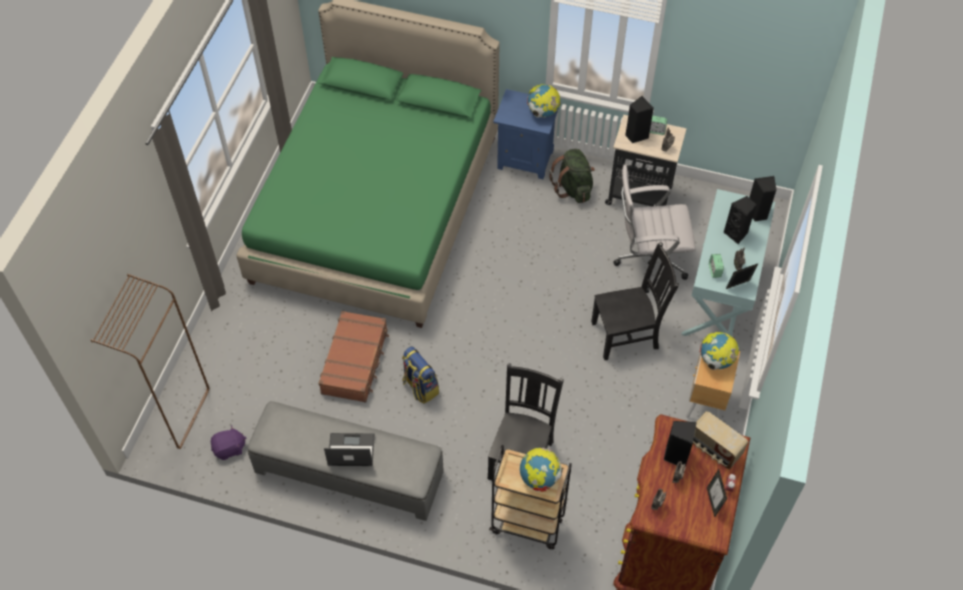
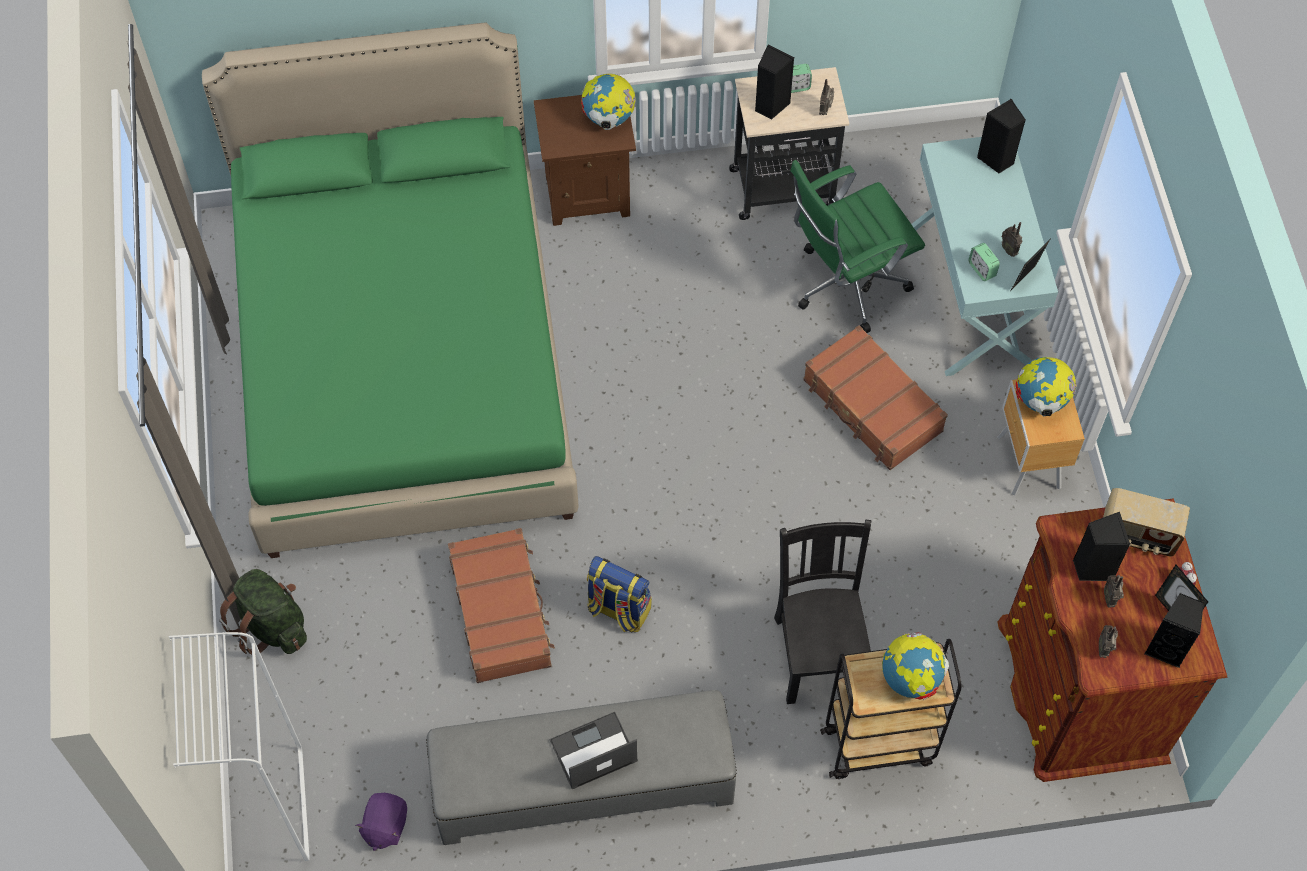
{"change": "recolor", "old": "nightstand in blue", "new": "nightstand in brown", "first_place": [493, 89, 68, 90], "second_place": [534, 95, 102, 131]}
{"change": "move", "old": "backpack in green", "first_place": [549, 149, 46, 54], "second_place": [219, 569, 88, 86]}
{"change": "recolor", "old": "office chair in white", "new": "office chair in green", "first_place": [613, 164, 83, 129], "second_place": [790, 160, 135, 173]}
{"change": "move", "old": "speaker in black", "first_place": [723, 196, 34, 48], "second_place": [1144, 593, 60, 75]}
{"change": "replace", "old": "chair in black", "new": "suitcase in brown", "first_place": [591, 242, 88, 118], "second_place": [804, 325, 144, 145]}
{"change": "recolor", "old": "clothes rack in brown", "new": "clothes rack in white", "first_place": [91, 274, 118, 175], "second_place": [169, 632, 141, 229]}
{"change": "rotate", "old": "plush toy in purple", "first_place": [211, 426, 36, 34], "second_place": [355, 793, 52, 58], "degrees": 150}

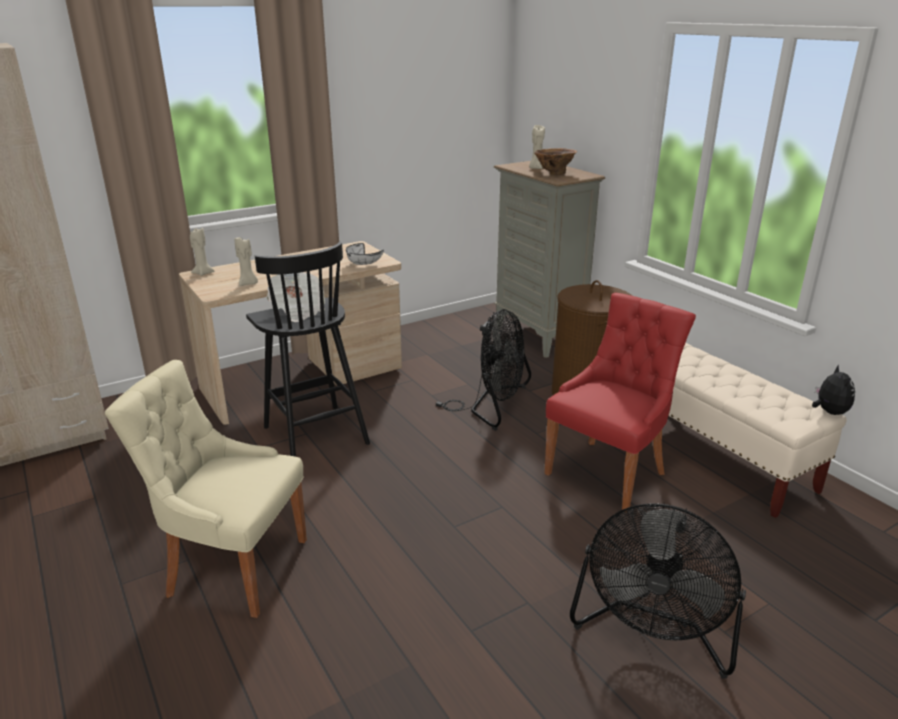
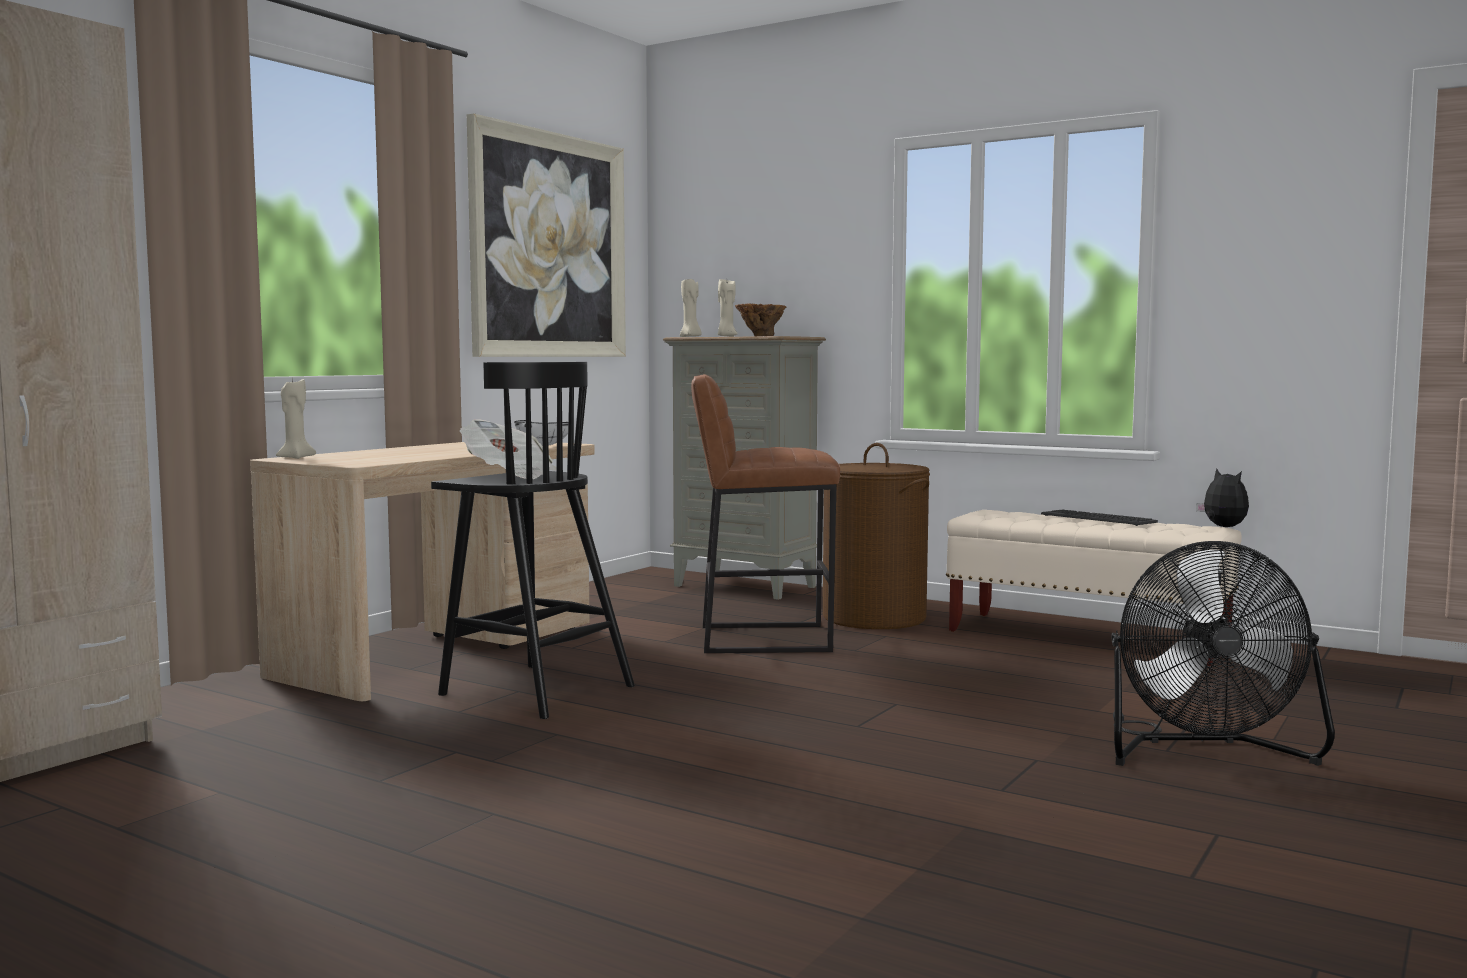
{"change": "move", "old": "candle in beige", "first_place": [234, 237, 24, 49], "second_place": [680, 279, 22, 58]}
{"change": "delete", "old": "chair in red", "first_place": [545, 292, 151, 221]}
{"change": "replace", "old": "fan in black", "new": "stool in brown", "first_place": [435, 309, 96, 122], "second_place": [691, 374, 149, 279]}
{"change": "delete", "old": "chair in beige", "first_place": [105, 360, 202, 258]}
{"change": "insert", "new": "picture", "second_place": [467, 113, 159, 244]}
{"change": "insert", "new": "keyboard", "second_place": [1041, 510, 117, 16]}

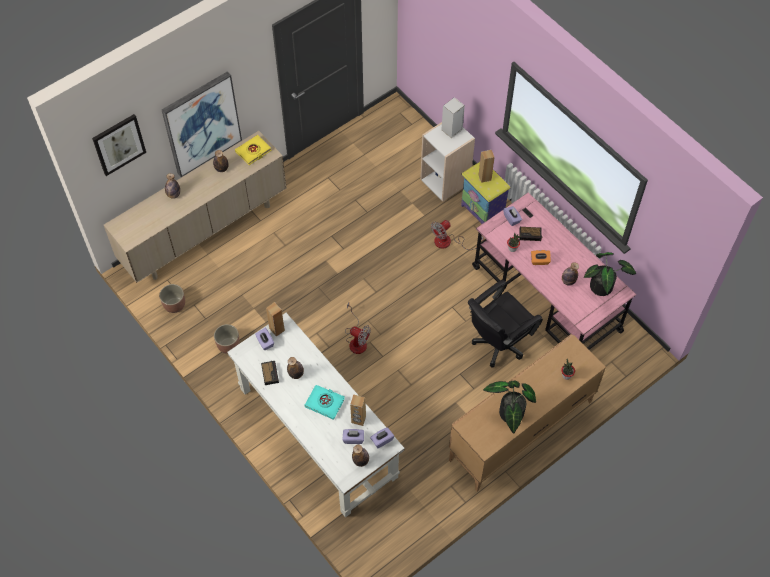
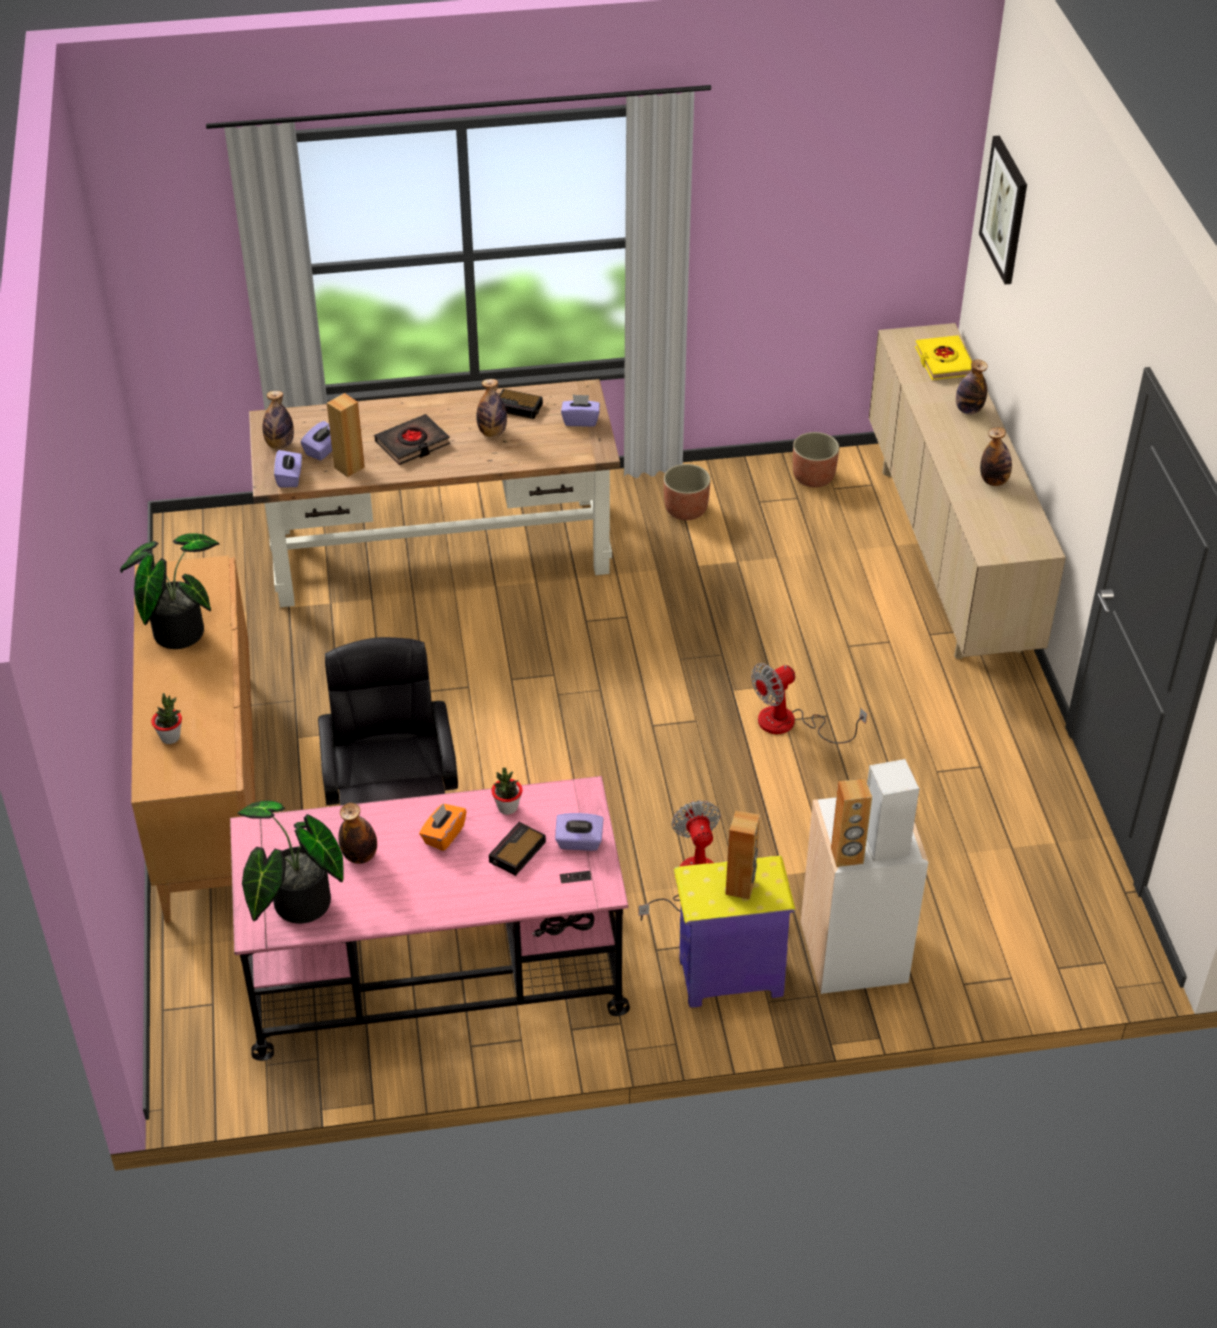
{"change": "delete", "old": "picture", "first_place": [162, 71, 80, 106]}
{"change": "move", "old": "book in yellow", "first_place": [235, 135, 36, 30], "second_place": [915, 335, 57, 45]}
{"change": "move", "old": "speaker in brown", "first_place": [266, 302, 19, 34], "second_place": [831, 778, 41, 89]}
{"change": "move", "old": "fan", "first_place": [345, 302, 26, 52], "second_place": [751, 663, 116, 81]}
{"change": "recolor", "old": "desk in white", "new": "desk in brown", "first_place": [227, 313, 178, 205], "second_place": [249, 379, 371, 228]}
{"change": "recolor", "old": "book in turquoise", "new": "book in black", "first_place": [305, 385, 40, 35], "second_place": [374, 414, 76, 51]}

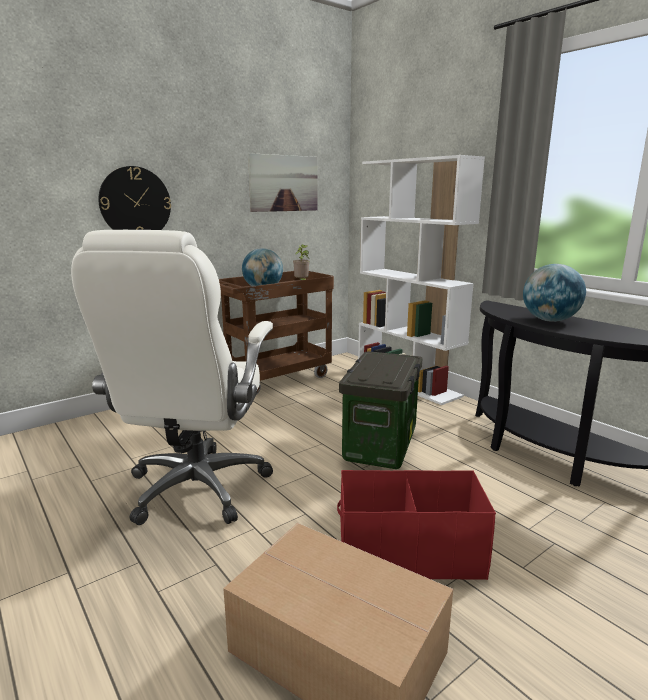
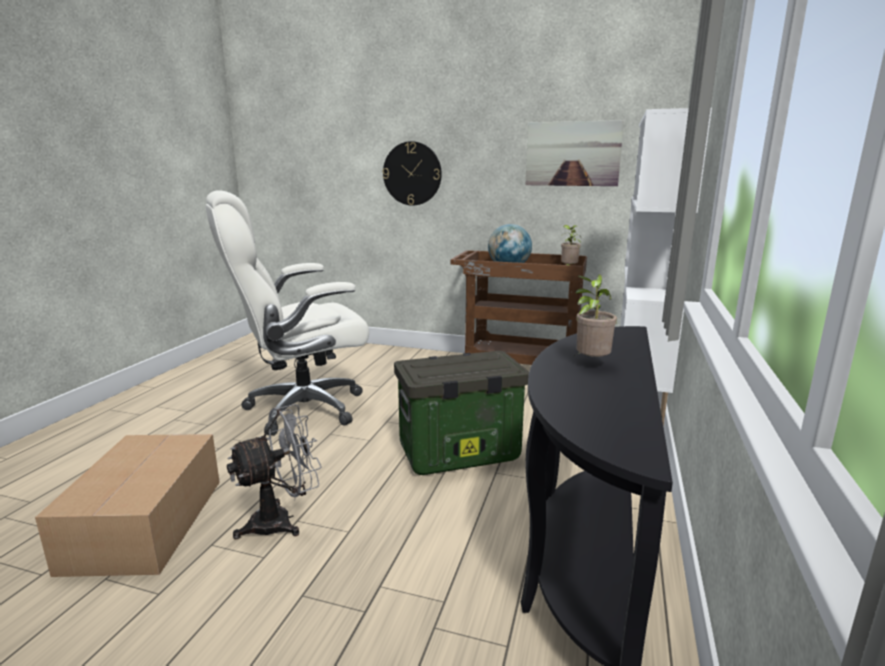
{"change": "replace", "old": "globe", "new": "potted plant", "first_place": [523, 264, 63, 58], "second_place": [573, 274, 44, 83]}
{"change": "replace", "old": "storage box in red", "new": "fan in grey", "first_place": [337, 470, 159, 110], "second_place": [227, 404, 94, 135]}

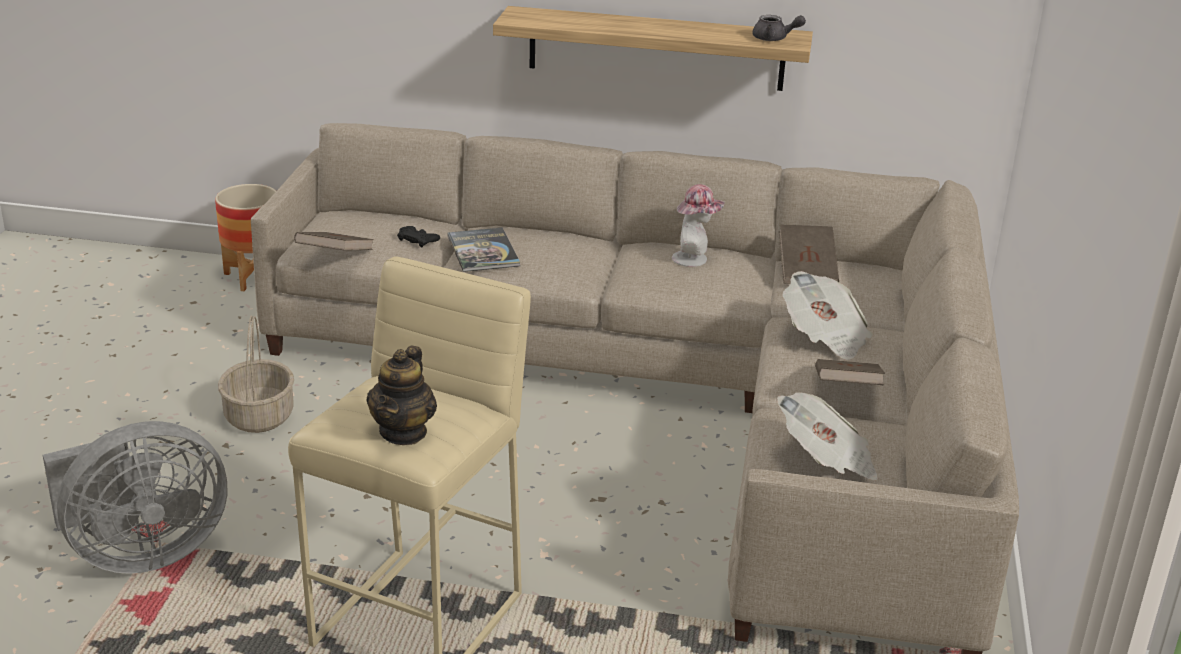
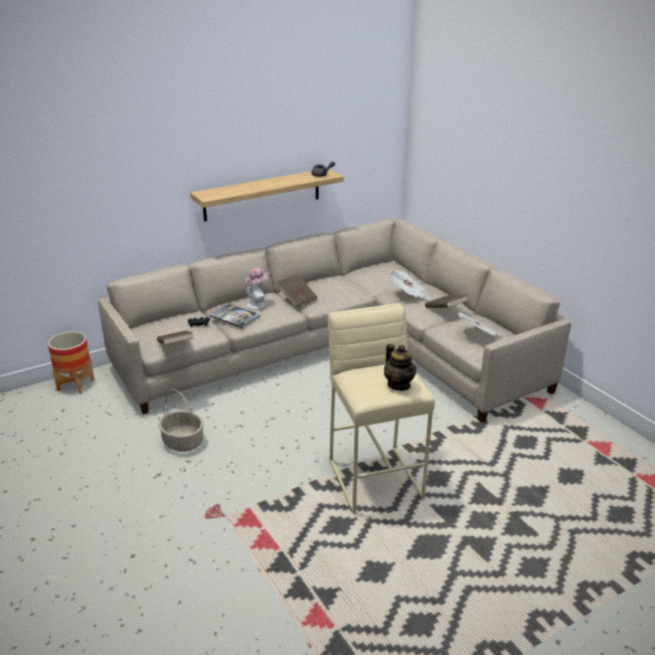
{"change": "move", "old": "hat", "first_place": [672, 184, 53, 83], "second_place": [246, 267, 23, 43]}
{"change": "move", "old": "book in brown", "first_place": [779, 225, 60, 59], "second_place": [277, 274, 40, 33]}
{"change": "delete", "old": "fan in grey", "first_place": [43, 421, 184, 153]}

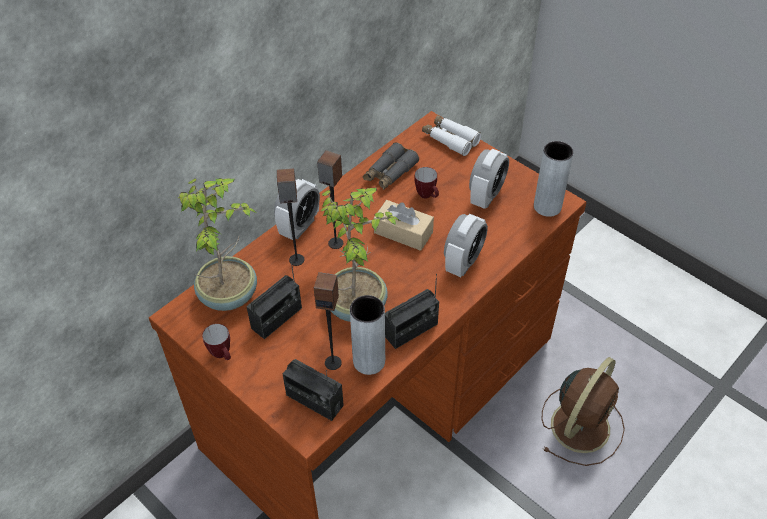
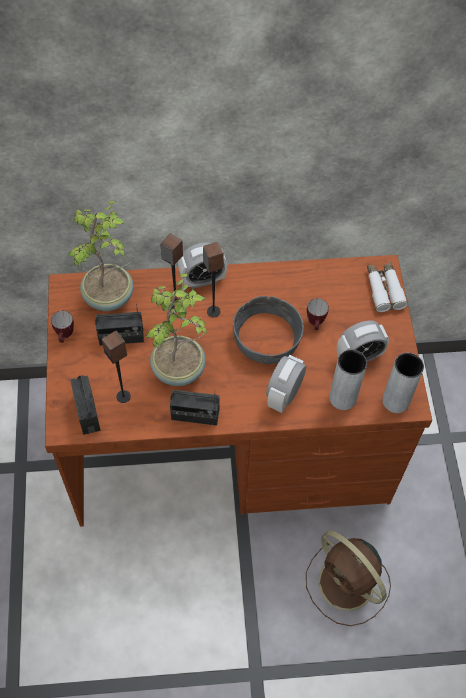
{"change": "delete", "old": "binoculars in grey", "first_place": [363, 142, 56, 48]}
{"change": "replace", "old": "tissue box in beige", "new": "bowl in grey", "first_place": [374, 200, 60, 51], "second_place": [233, 296, 71, 68]}
{"change": "rotate", "old": "alarm clock", "first_place": [444, 214, 44, 63], "second_place": [266, 355, 40, 58], "degrees": 135}
{"change": "move", "old": "vase in grey", "first_place": [350, 295, 35, 80], "second_place": [329, 349, 38, 61]}
{"change": "rotate", "old": "fan in brown", "first_place": [541, 357, 84, 109], "second_place": [306, 531, 85, 95], "degrees": 60}

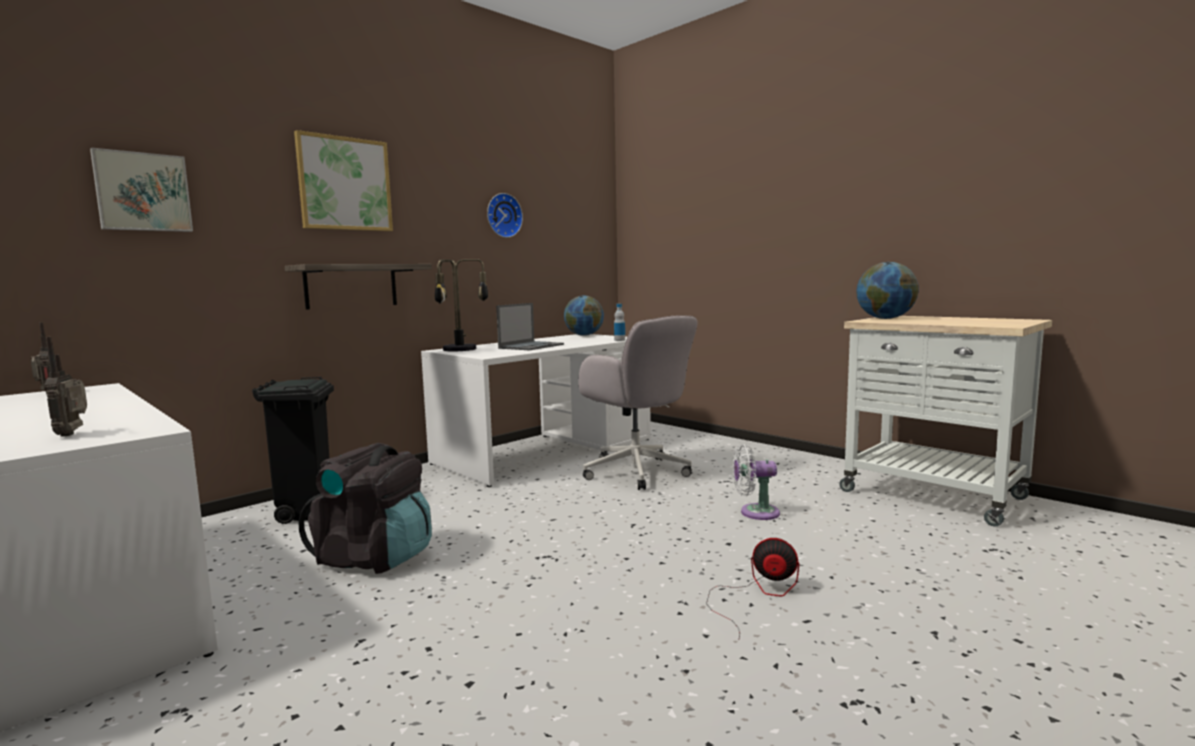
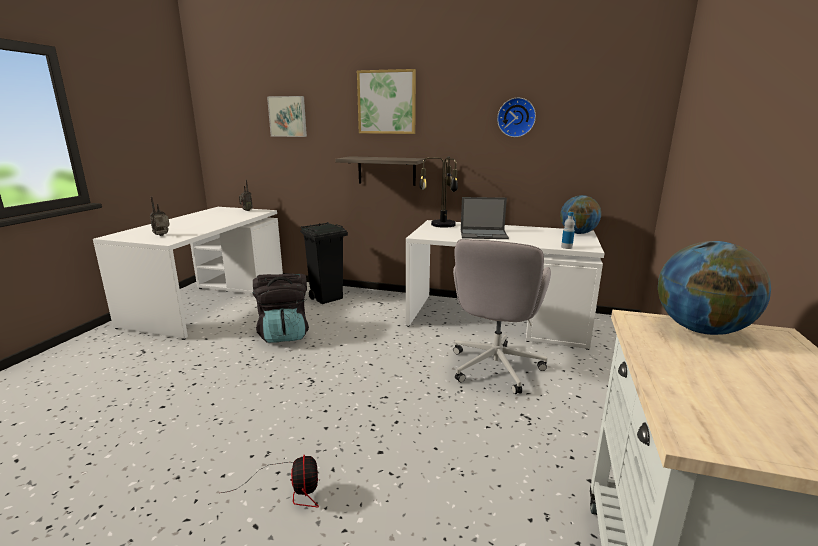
{"change": "delete", "old": "fan in white", "first_place": [733, 444, 47, 76]}

